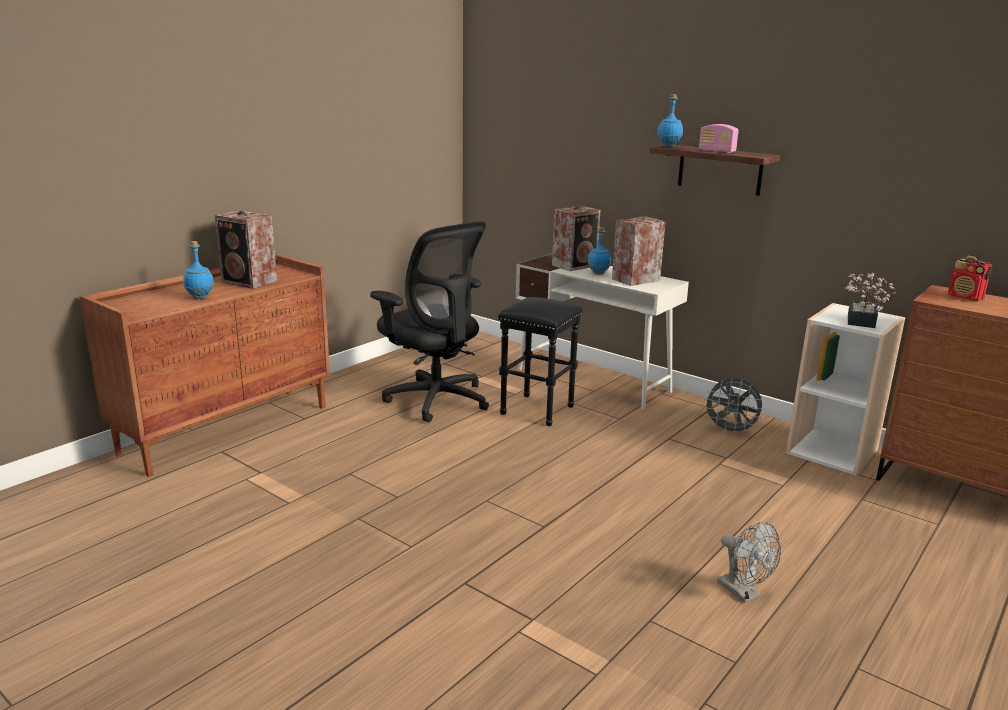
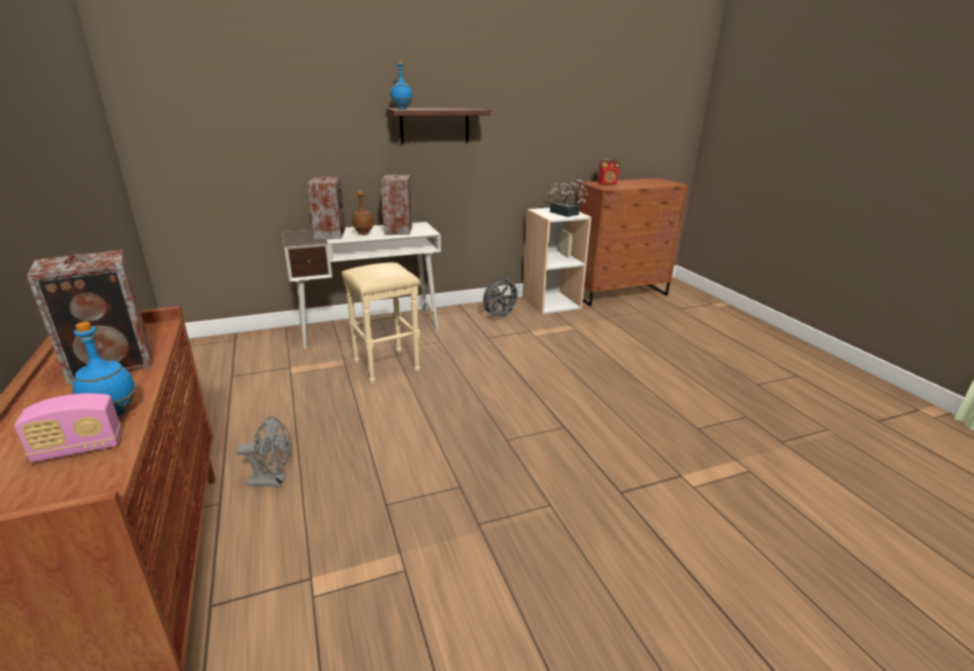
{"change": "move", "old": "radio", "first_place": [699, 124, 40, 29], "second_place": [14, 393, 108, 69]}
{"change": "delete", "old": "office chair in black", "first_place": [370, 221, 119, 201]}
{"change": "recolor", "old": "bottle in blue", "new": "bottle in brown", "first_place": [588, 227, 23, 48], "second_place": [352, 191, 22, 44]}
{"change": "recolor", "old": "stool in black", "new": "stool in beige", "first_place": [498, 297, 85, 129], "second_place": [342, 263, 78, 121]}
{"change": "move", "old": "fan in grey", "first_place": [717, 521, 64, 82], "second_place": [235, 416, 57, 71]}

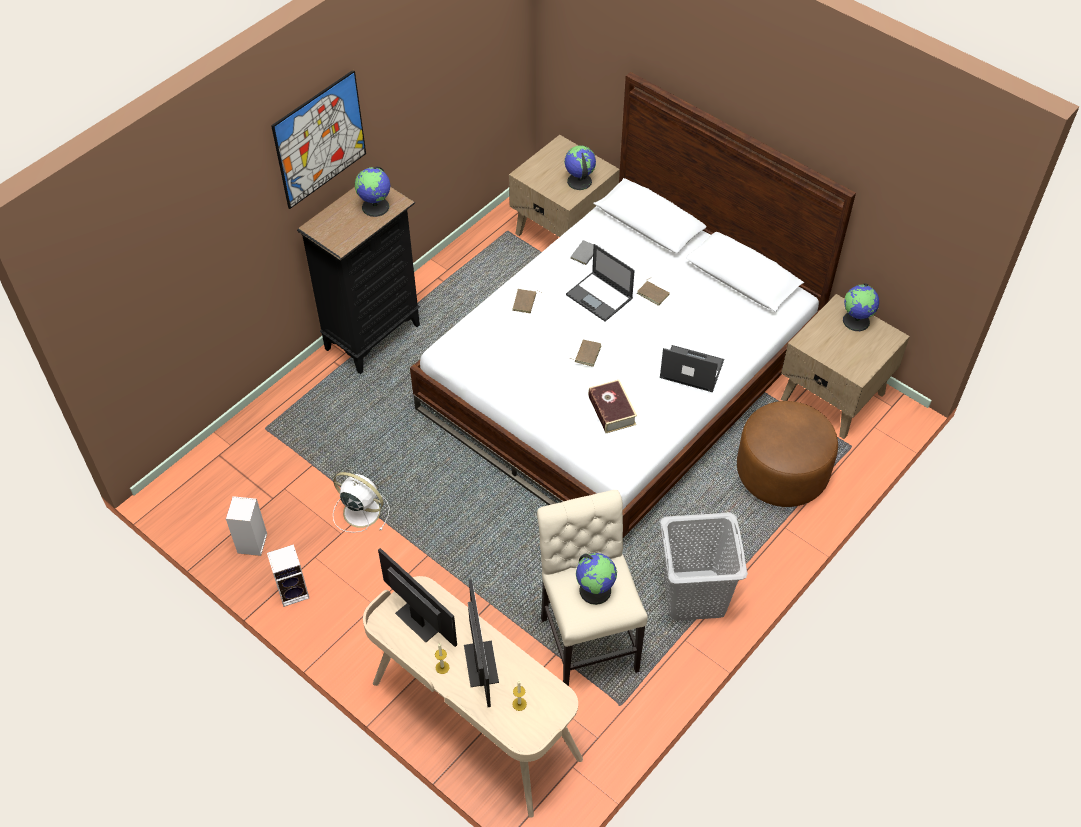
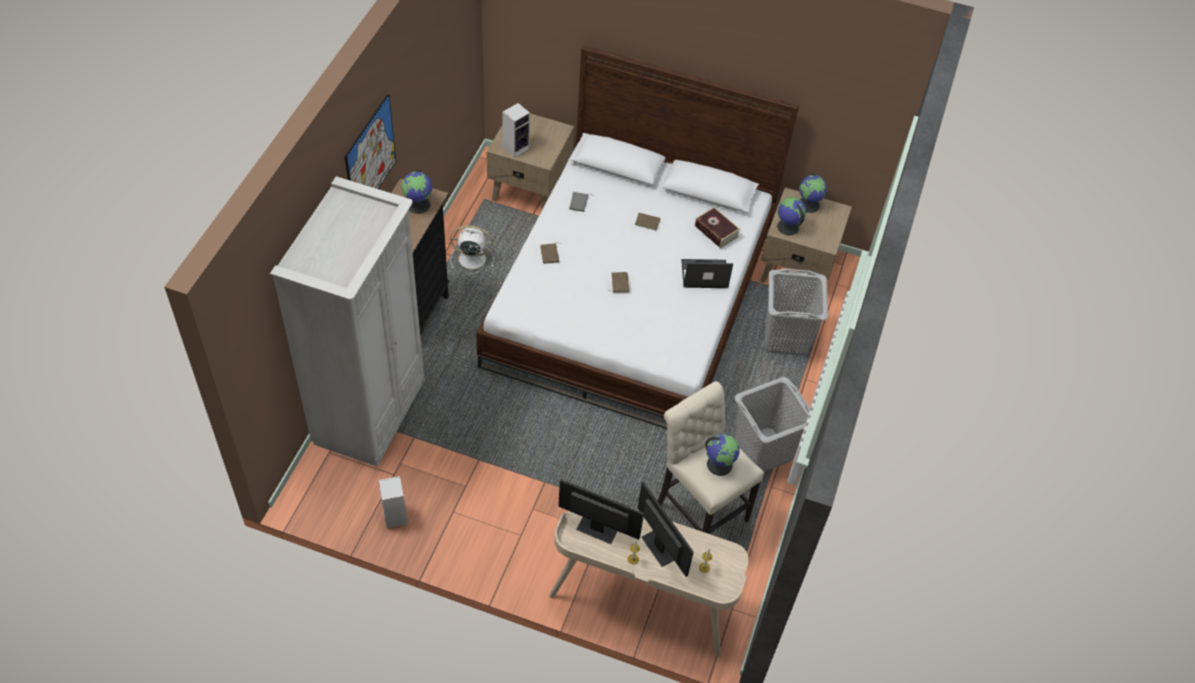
{"change": "move", "old": "globe", "first_place": [564, 145, 32, 45], "second_place": [777, 197, 29, 38]}
{"change": "delete", "old": "laptop", "first_place": [566, 244, 69, 78]}
{"change": "move", "old": "book", "first_place": [588, 380, 49, 53], "second_place": [695, 207, 45, 41]}
{"change": "replace", "old": "ottoman in brown", "new": "laundry basket in grey", "first_place": [737, 401, 101, 106], "second_place": [765, 269, 63, 87]}
{"change": "move", "old": "fan in white", "first_place": [333, 472, 57, 61], "second_place": [450, 225, 43, 49]}
{"change": "move", "old": "speaker", "first_place": [267, 544, 42, 63], "second_place": [502, 103, 28, 55]}
{"change": "insert", "new": "wardrobe in white", "second_place": [270, 176, 155, 290]}

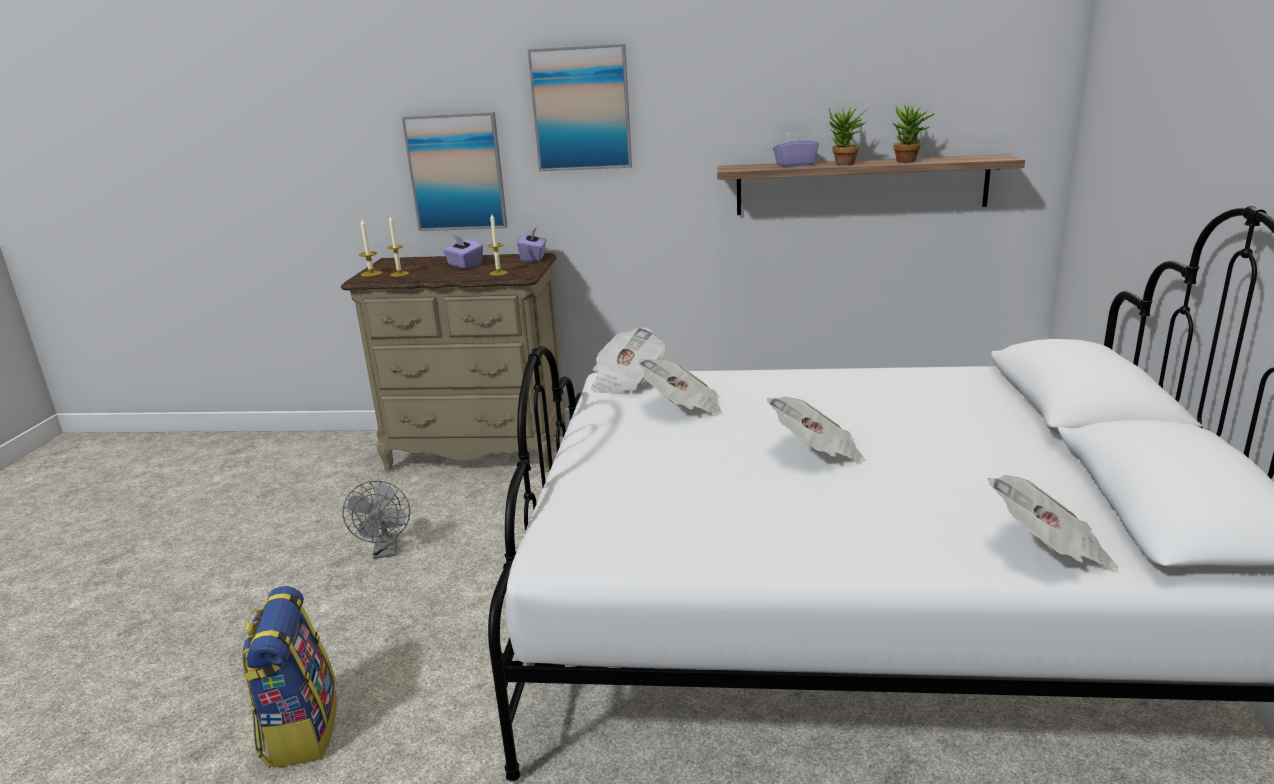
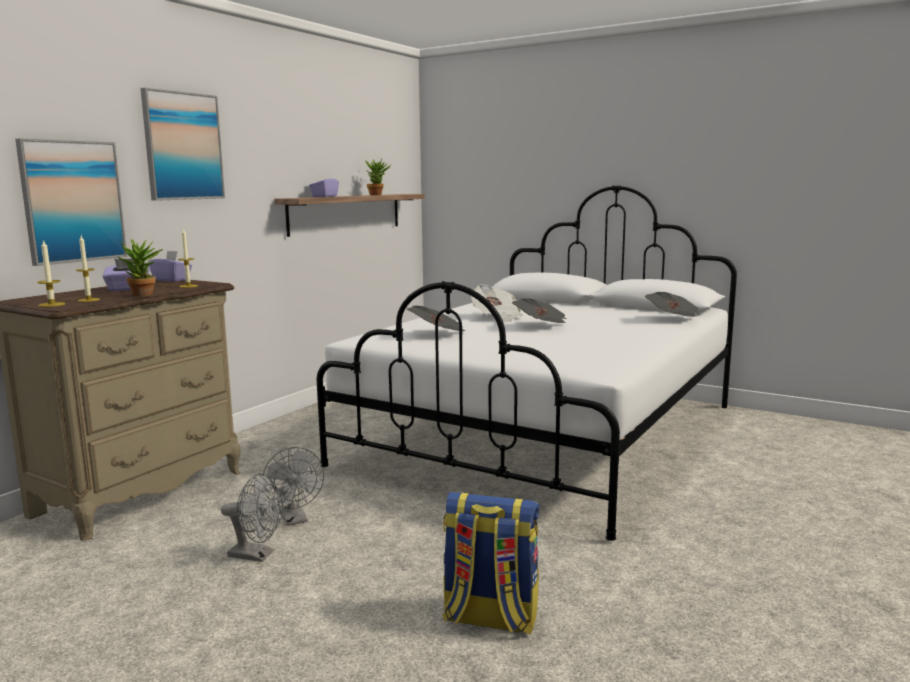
{"change": "move", "old": "potted plant", "first_place": [829, 107, 39, 58], "second_place": [118, 240, 45, 56]}
{"change": "move", "old": "newspaper", "first_place": [591, 327, 74, 66], "second_place": [471, 284, 52, 39]}
{"change": "insert", "new": "fan in grey", "second_place": [263, 447, 61, 79]}

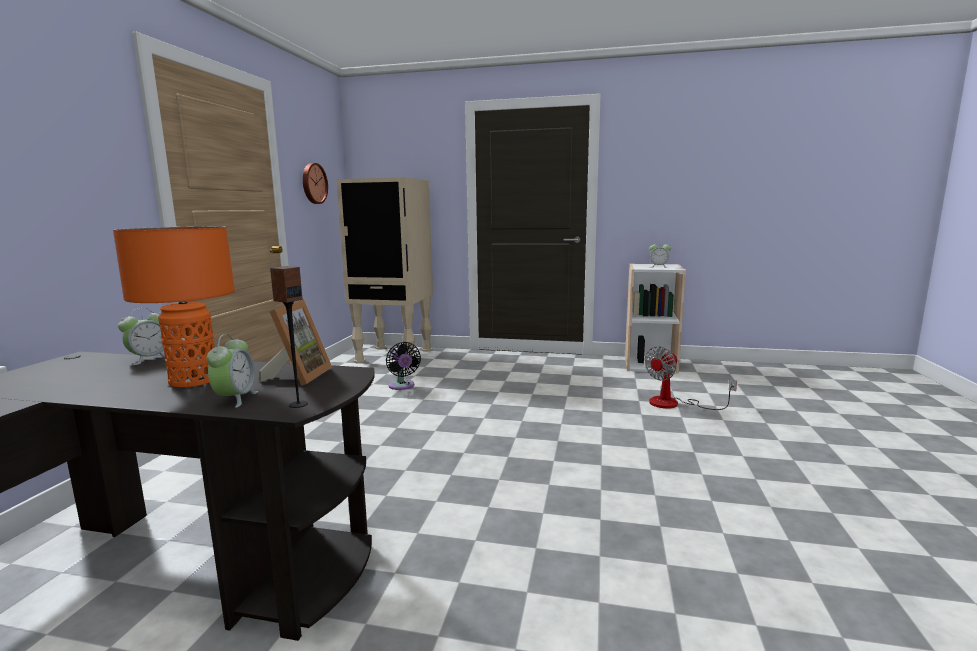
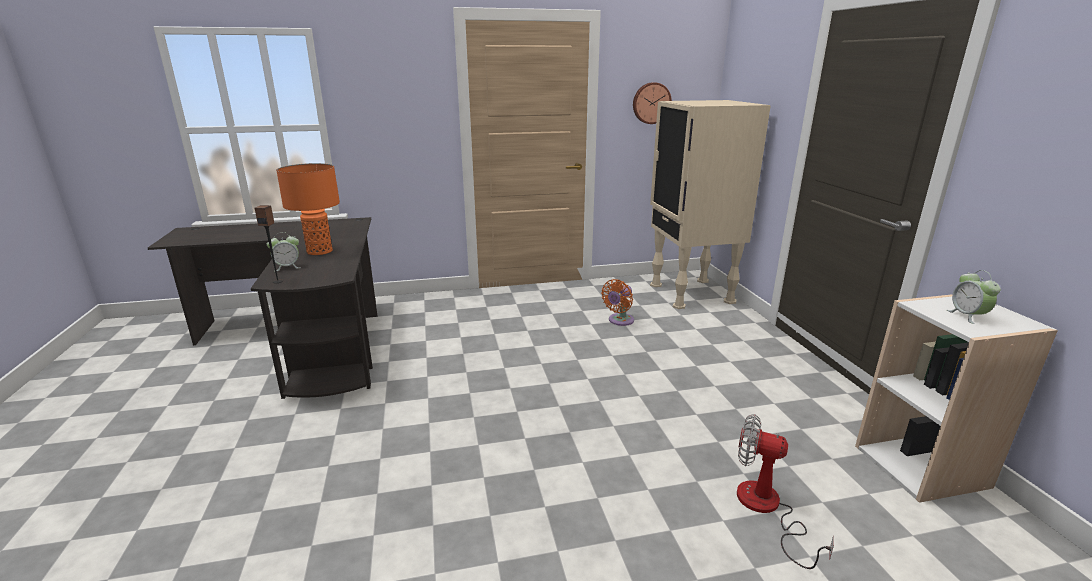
{"change": "delete", "old": "picture frame", "first_place": [259, 299, 73, 87]}
{"change": "delete", "old": "alarm clock", "first_place": [118, 308, 47, 57]}
{"change": "recolor", "old": "fan in black", "new": "fan in orange", "first_place": [386, 342, 35, 48], "second_place": [601, 279, 33, 47]}

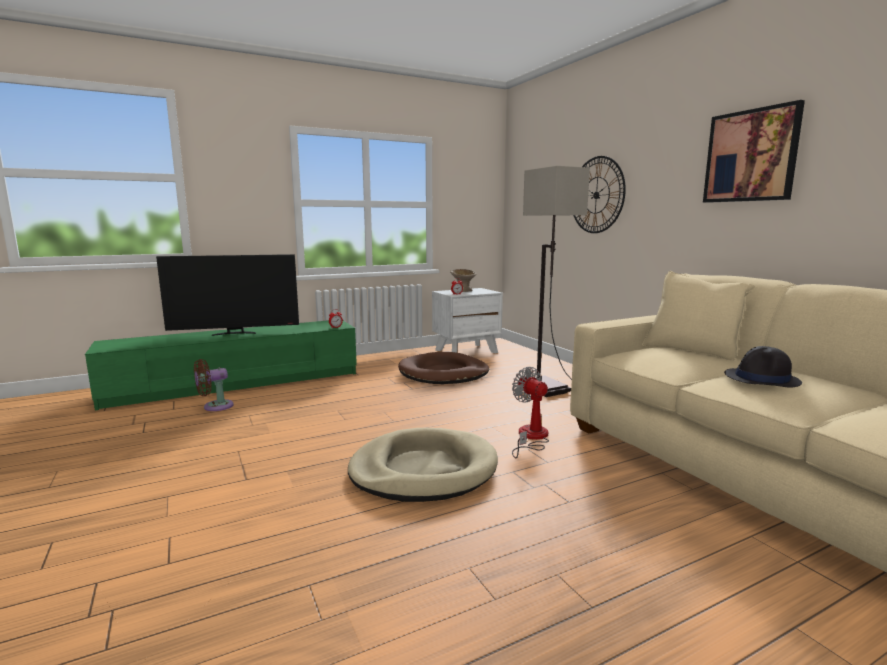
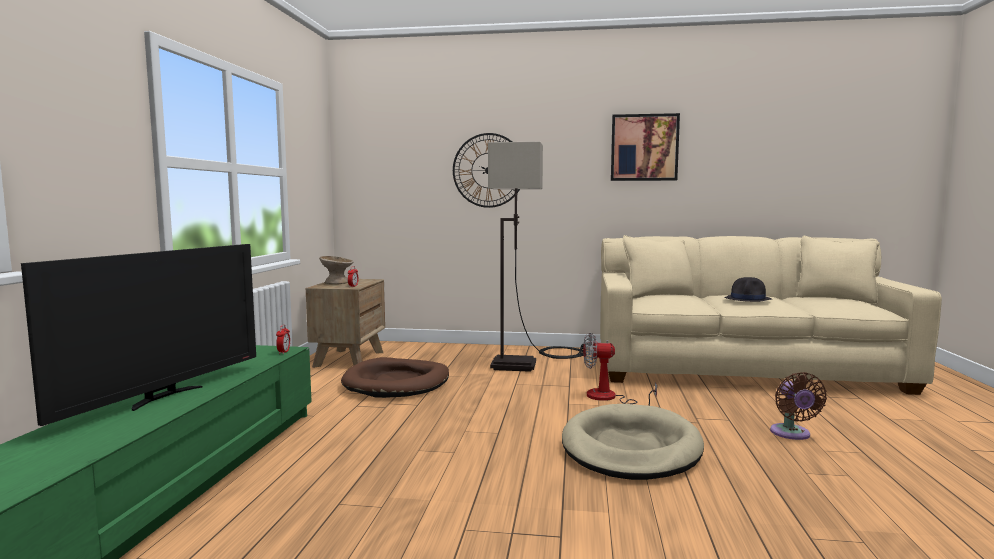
{"change": "recolor", "old": "nightstand in white", "new": "nightstand in brown", "first_place": [432, 288, 71, 65], "second_place": [306, 279, 79, 89]}
{"change": "move", "old": "fan in brown", "first_place": [194, 359, 40, 52], "second_place": [770, 372, 57, 68]}

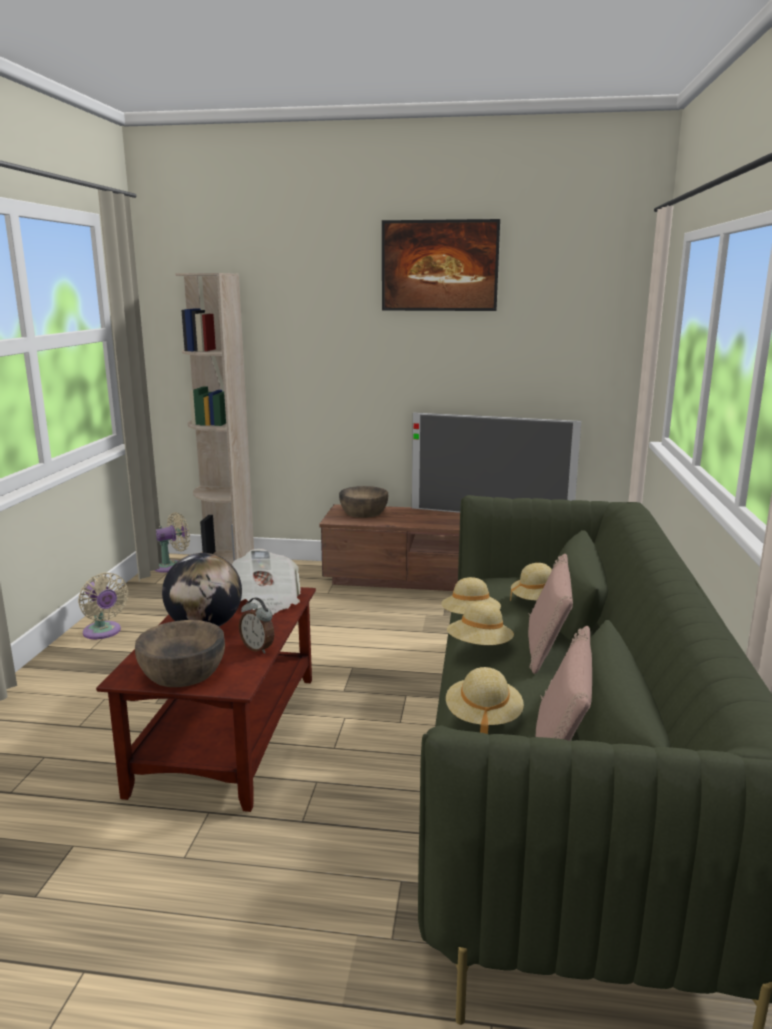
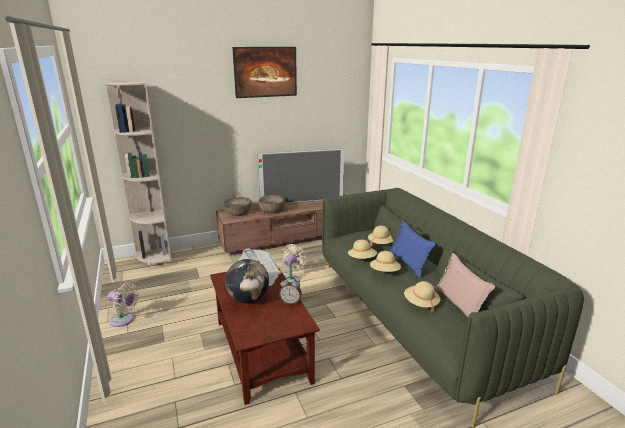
{"change": "move", "old": "fan in beige", "first_place": [155, 512, 35, 61], "second_place": [282, 244, 24, 39]}
{"change": "recolor", "old": "pillow in beige", "new": "pillow in blue", "first_place": [528, 554, 45, 120], "second_place": [389, 221, 46, 57]}
{"change": "move", "old": "bowl in brown", "first_place": [135, 620, 90, 67], "second_place": [258, 195, 28, 19]}

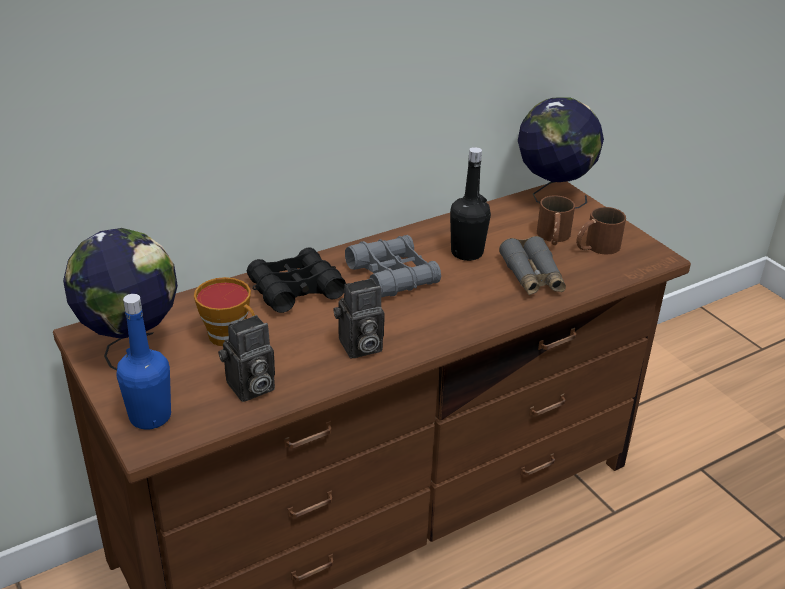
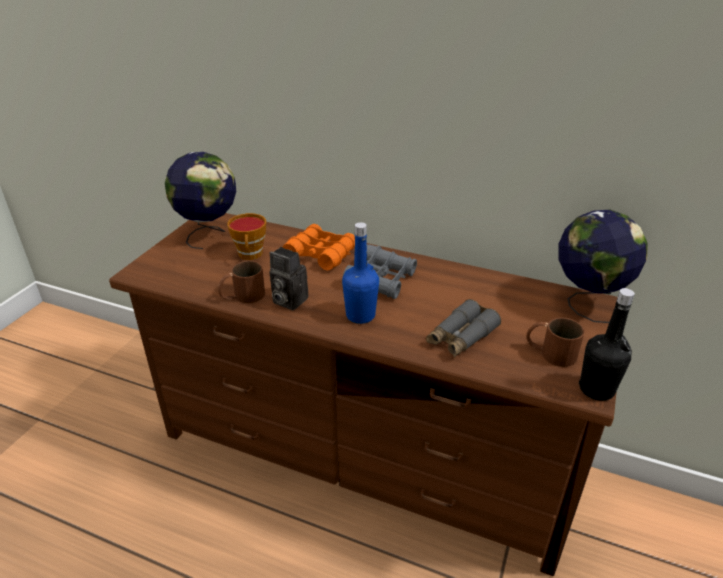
{"change": "move", "old": "bottle in black", "first_place": [450, 147, 41, 114], "second_place": [579, 288, 56, 113]}
{"change": "move", "old": "mug in brown", "first_place": [537, 195, 38, 50], "second_place": [218, 261, 47, 42]}
{"change": "recolor", "old": "binoculars in black", "new": "binoculars in orange", "first_place": [247, 247, 99, 66], "second_place": [282, 224, 73, 46]}
{"change": "move", "old": "bottle in blue", "first_place": [116, 294, 55, 135], "second_place": [342, 222, 37, 102]}
{"change": "delete", "old": "photo camera", "first_place": [218, 315, 57, 87]}

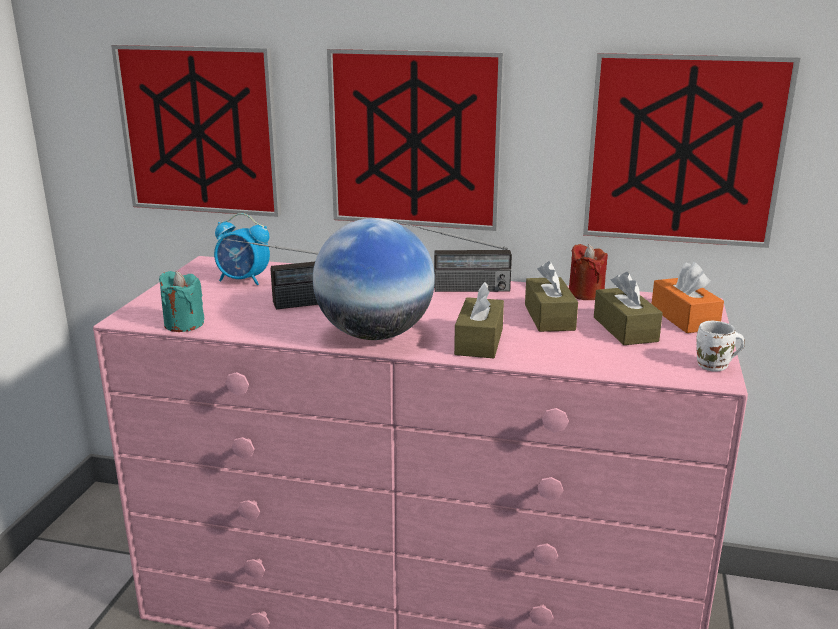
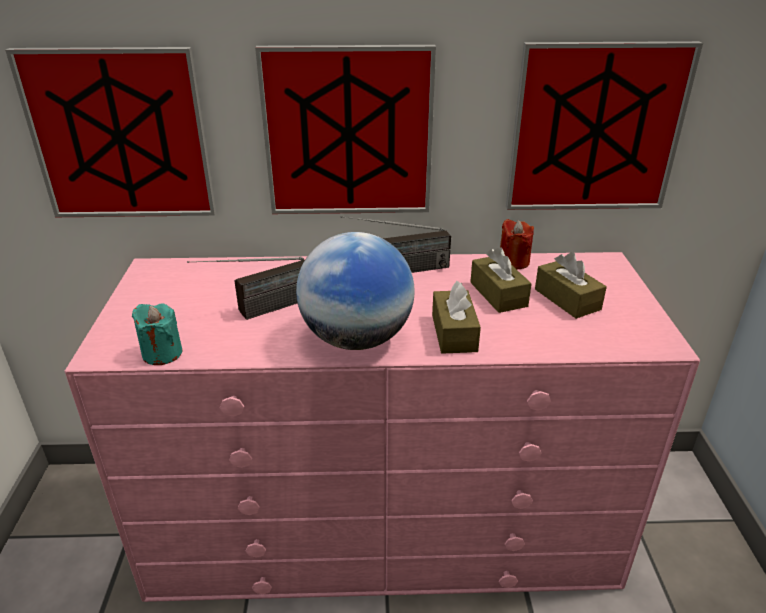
{"change": "delete", "old": "alarm clock", "first_place": [214, 213, 56, 72]}
{"change": "delete", "old": "tissue box in orange", "first_place": [652, 262, 72, 71]}
{"change": "delete", "old": "mug in white", "first_place": [696, 321, 49, 51]}

